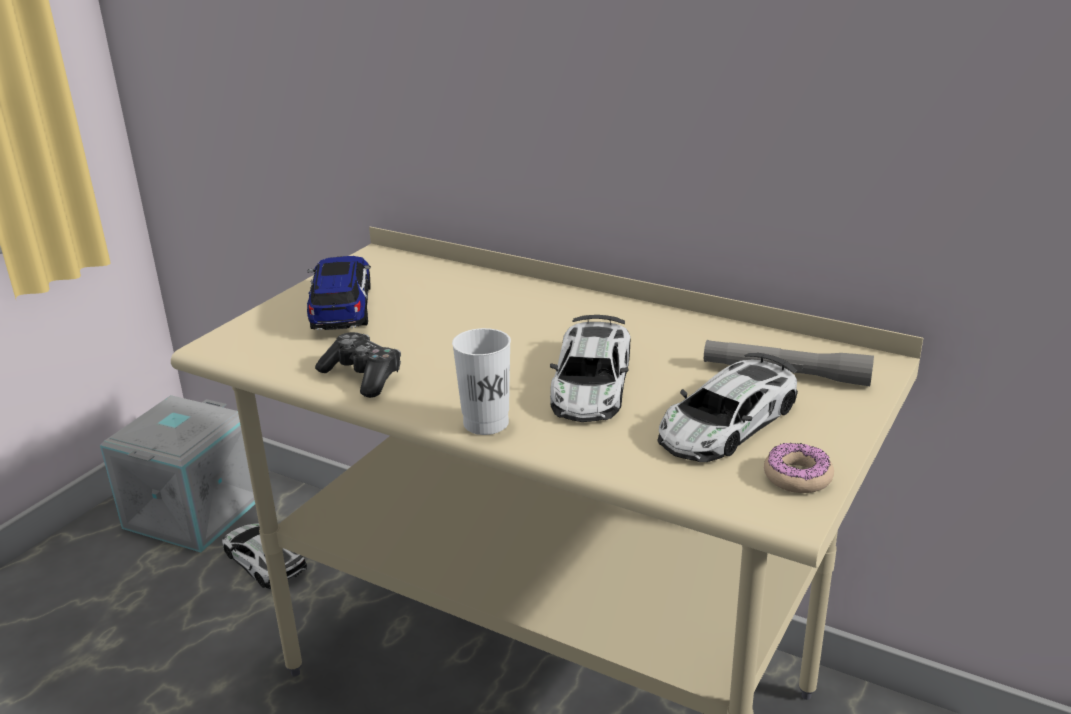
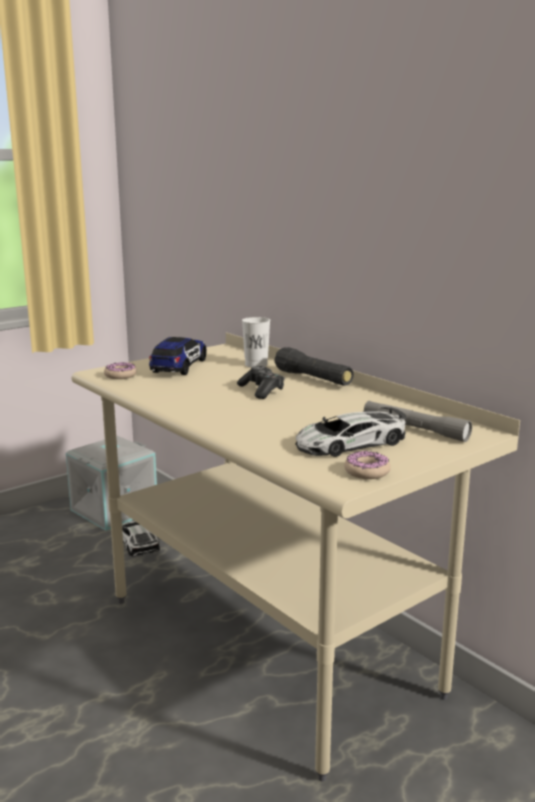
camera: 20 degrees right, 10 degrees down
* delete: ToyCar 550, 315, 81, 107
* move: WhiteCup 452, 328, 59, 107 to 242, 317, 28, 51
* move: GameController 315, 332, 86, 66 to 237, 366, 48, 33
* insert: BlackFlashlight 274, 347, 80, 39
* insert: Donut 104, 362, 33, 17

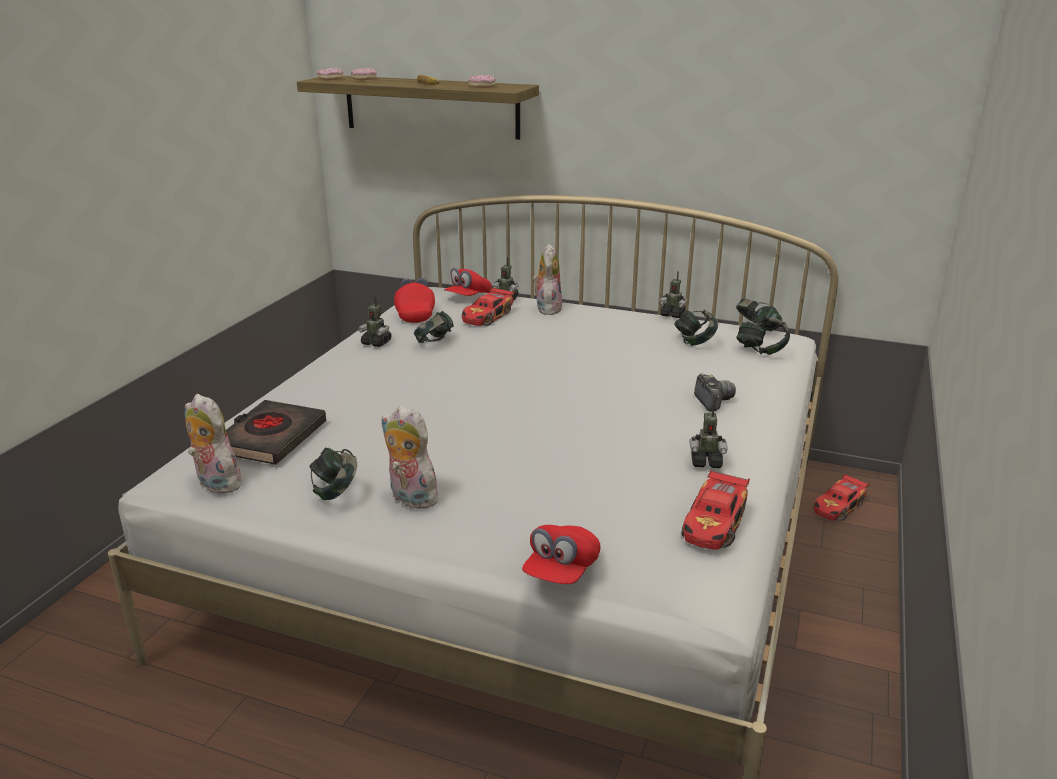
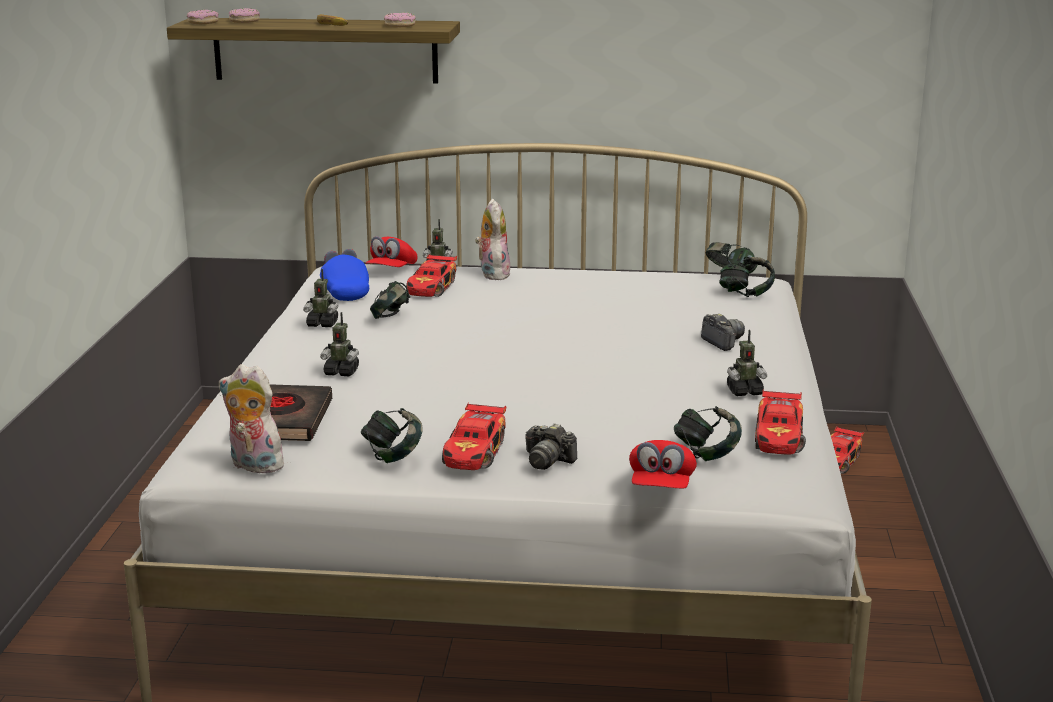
camera: 15 degrees left, 5 degrees down
* move: ToyRobot 659, 271, 28, 47 to 320, 312, 39, 64
* recolor: RedCap 394, 278, 41, 45 to BlueCap 320, 249, 49, 52
* move: Headphones 674, 310, 44, 36 to 674, 406, 68, 55
* replace: PlushToy 381, 405, 59, 104 to ToyCar 442, 402, 64, 68
* insert: PhotoCamera 525, 423, 52, 47

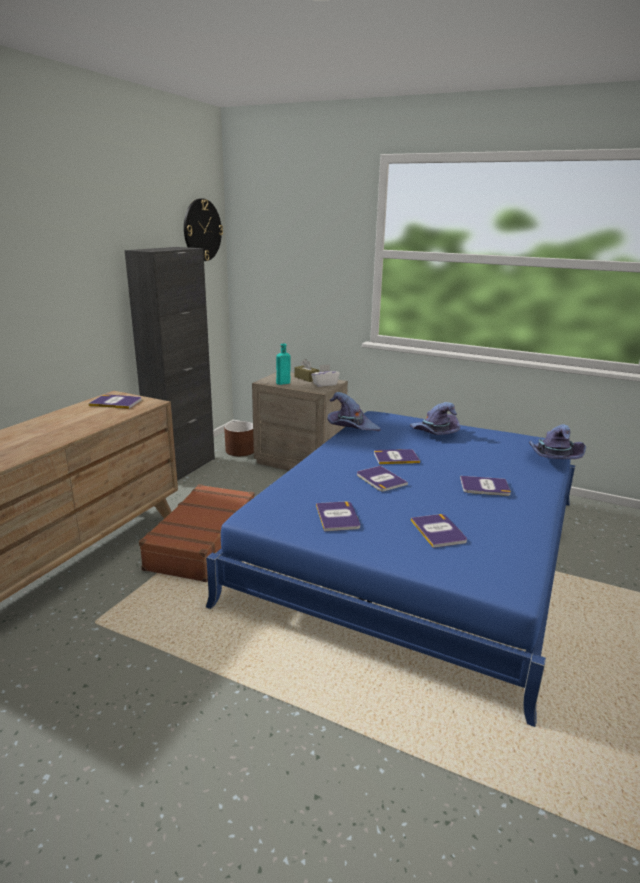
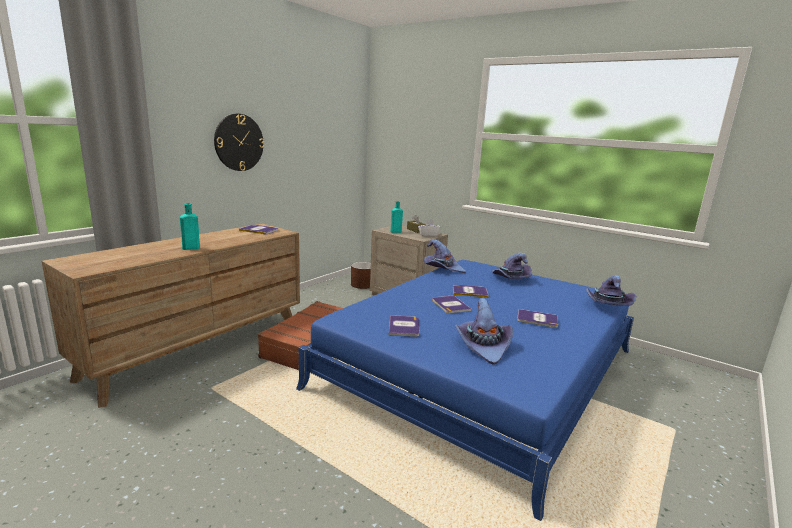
camera: 10 degrees right, 5 degrees down
* move: WallClock 184, 199, 39, 62 to 214, 114, 50, 57
* delete: BlackCabinet 125, 247, 90, 234
* replace: Book 411, 514, 56, 34 to PurpleHat 455, 298, 58, 67
* insert: TurquoiseBottle 180, 203, 20, 47

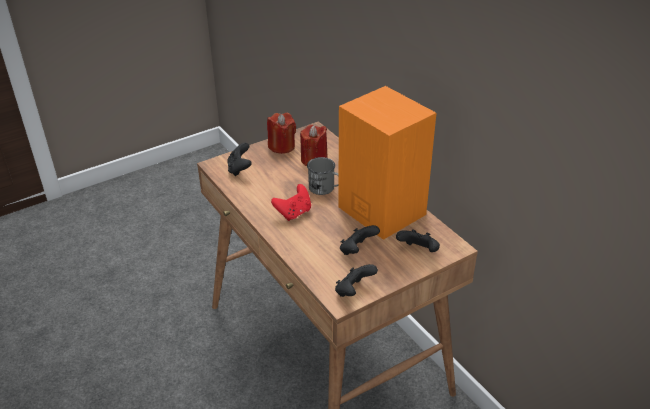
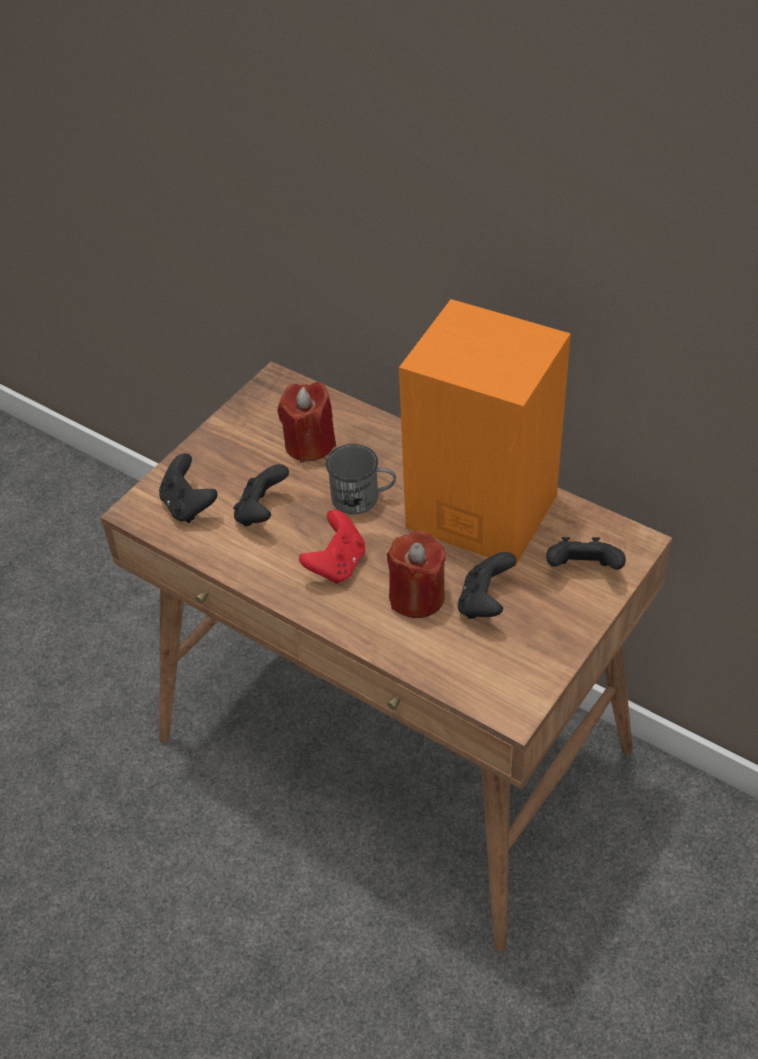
camera: 20 degrees left, 10 degrees up
* move: RedCandle 267, 113, 29, 41 to 387, 531, 59, 87
* move: BlackGameController 335, 264, 43, 33 to 233, 464, 56, 62

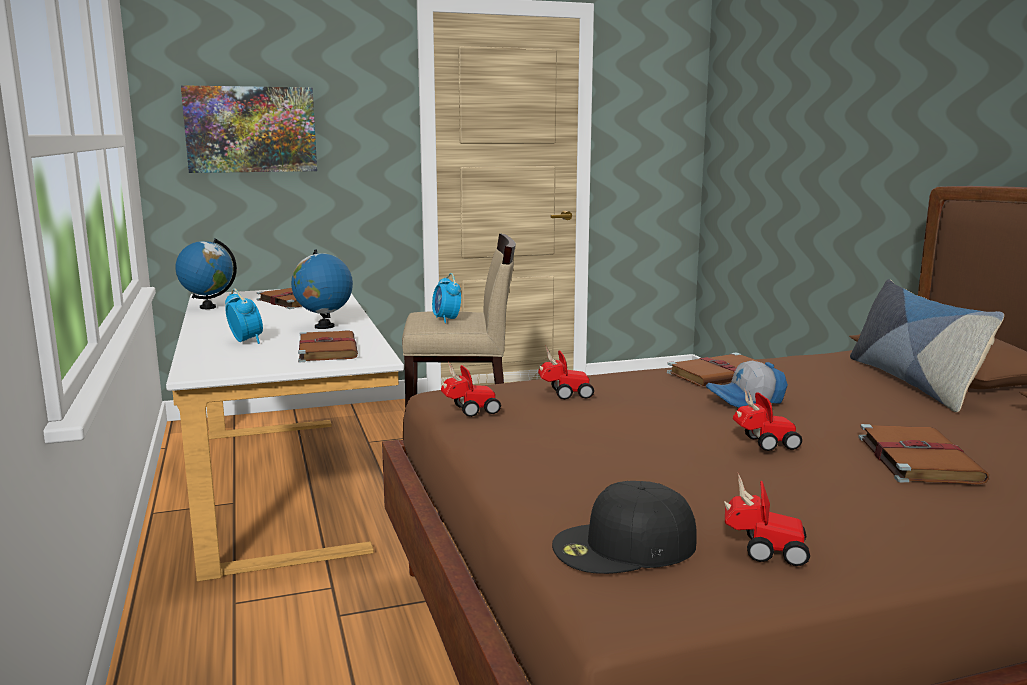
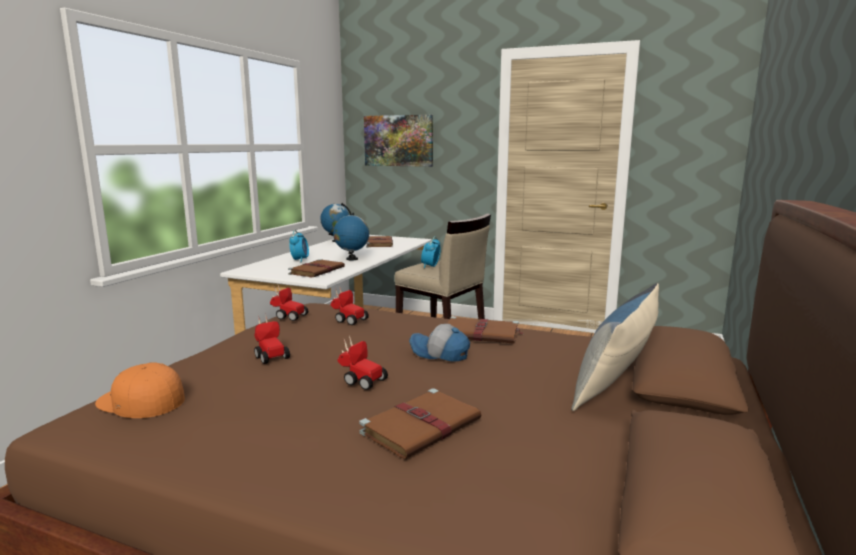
camera: 40 degrees right, 0 degrees up
* move: ToyCar 724, 473, 86, 93 to 254, 316, 36, 48
* recolor: BlackCap 552, 481, 145, 93 to OrangeCap 95, 363, 90, 55

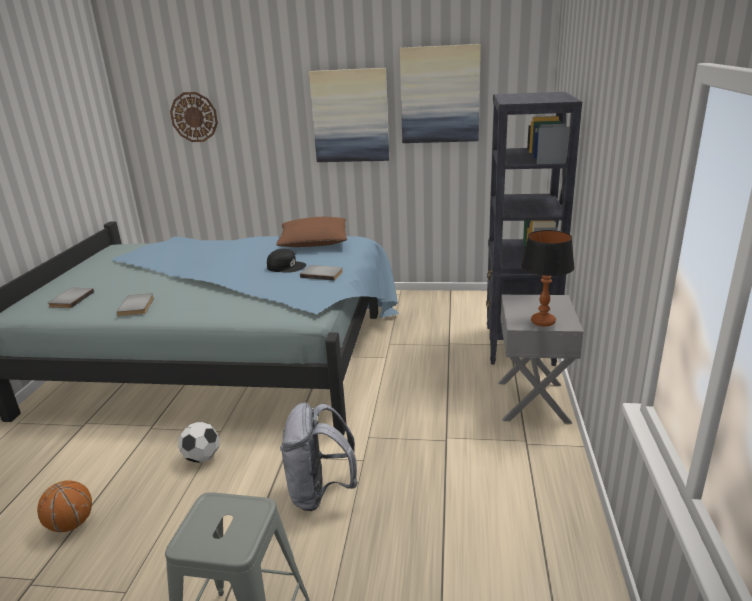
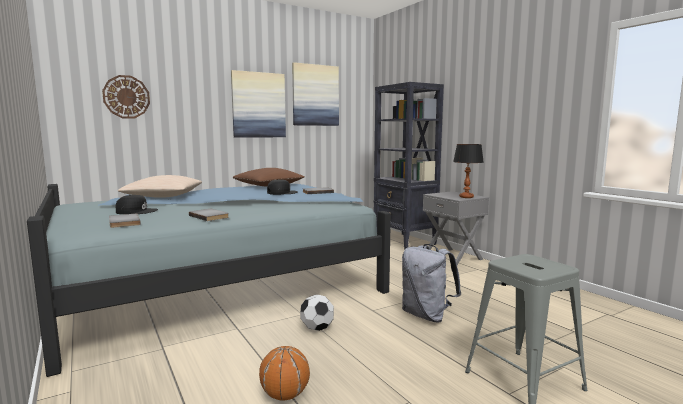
camera: 40 degrees left, 15 degrees down
* insert: BeigePillow 118, 175, 84, 23
* insert: BlackCap 115, 195, 43, 19

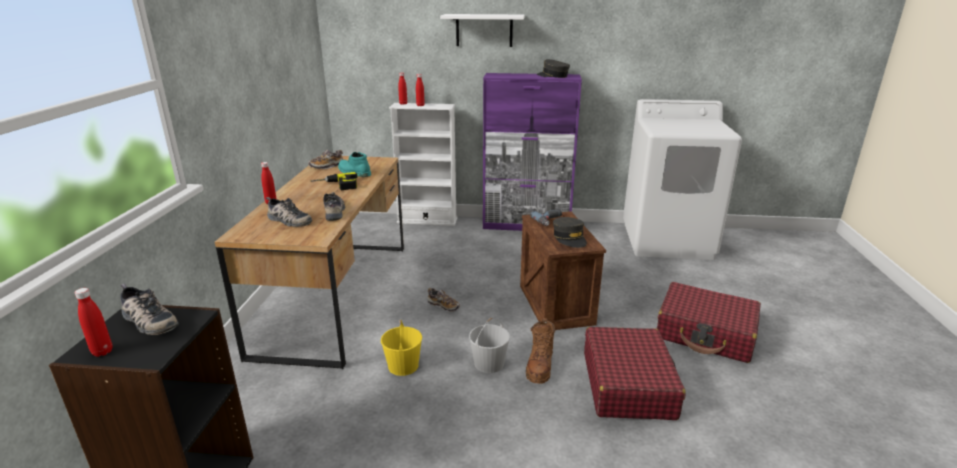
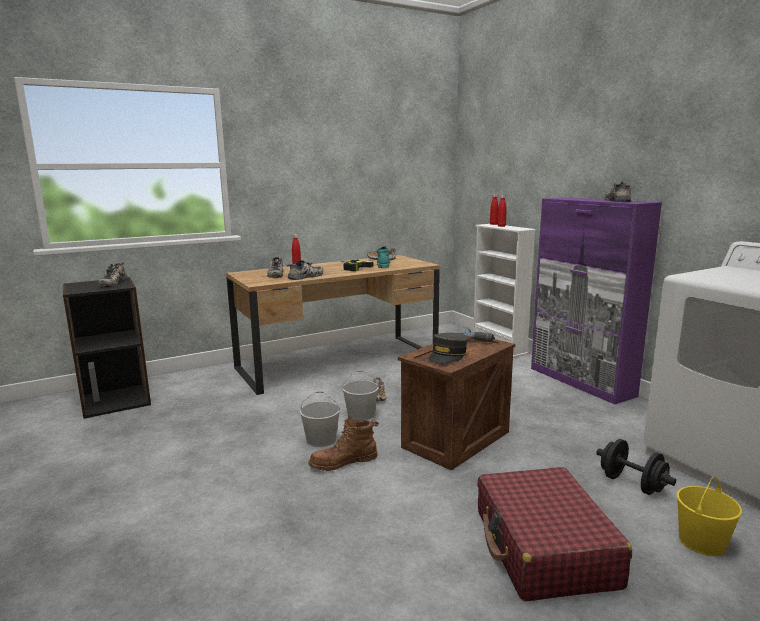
camera: 55 degrees right, 10 degrees down
* delete: WhiteShelf 440, 14, 85, 33
* replace: GreyCap 537, 59, 33, 19 to Shoe 605, 182, 26, 20
* delete: RedBottle 74, 288, 39, 69
* move: YellowBucket 381, 319, 41, 57 to 677, 476, 65, 80
* delete: RedSuitcase 584, 327, 102, 93
* insert: WhiteBucket 342, 370, 37, 50
* insert: BlackDumbbell 596, 439, 80, 56

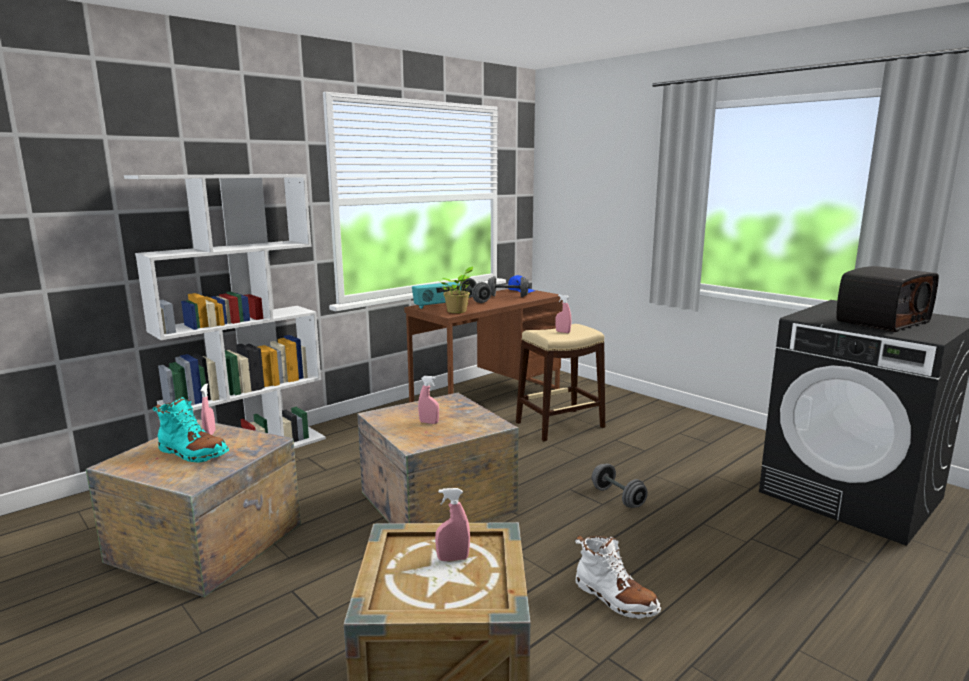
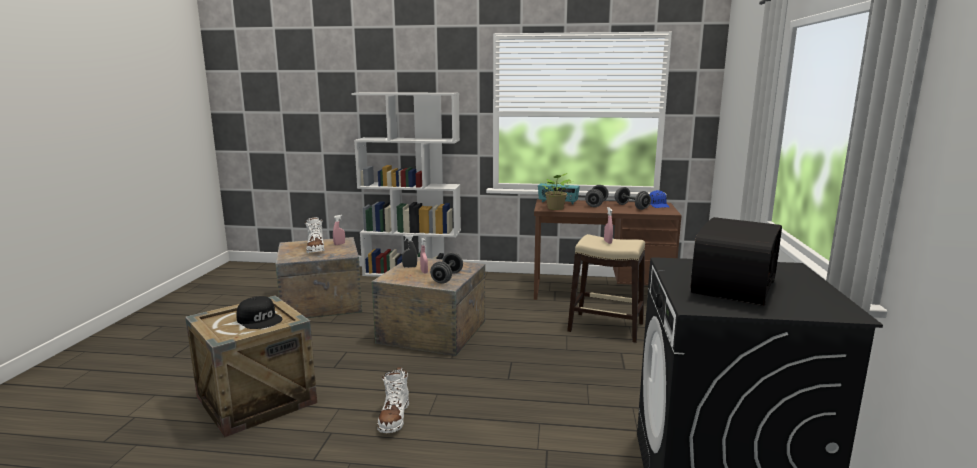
camera: 50 degrees right, 0 degrees up
* rotate: Radio 836, 266, 103, 66 = 690, 217, 92, 89 75 degrees counterclockwise
* recolor: TurquoiseBoot 153, 397, 76, 65 to WhiteBoot 305, 217, 20, 36
* move: GreyDumbbell 592, 463, 56, 45 to 430, 252, 33, 32
* replace: PinkSprayBottle 435, 488, 35, 73 to BlackCap 236, 296, 46, 33
* insert: GreySprayBottle 402, 234, 15, 34

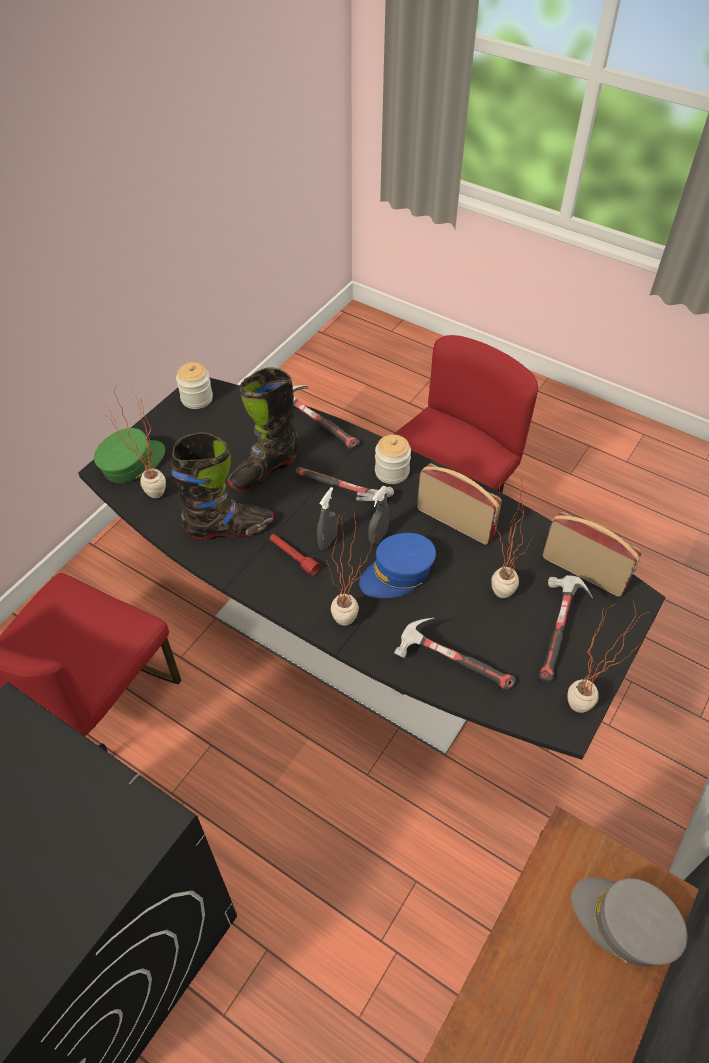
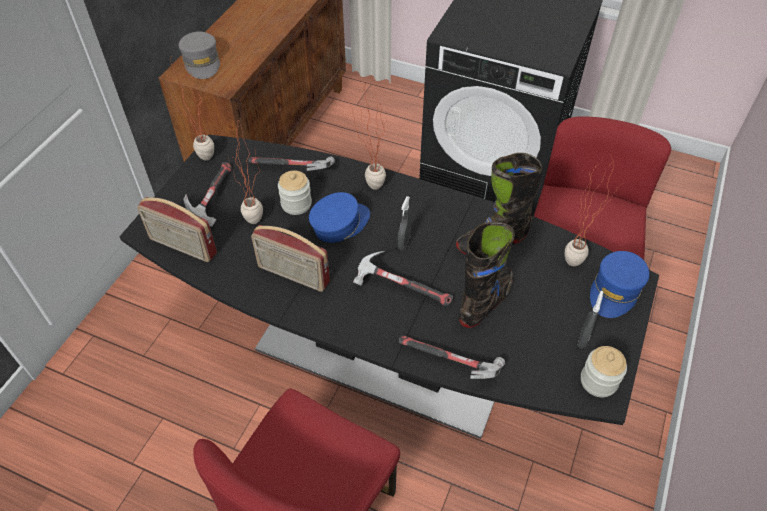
camera: 170 degrees right, 0 degrees up
* recolor: GreenCap 94, 428, 71, 55 to BlueCap 590, 251, 60, 67
* move: Jar 375, 434, 36, 50 to 278, 170, 34, 45
* move: GreySprayBottle 368, 486, 21, 59 to 578, 291, 25, 58
* delete: RedFlashlight 269, 534, 52, 42
* rotate: GreyCap 571, 877, 117, 89 = 179, 32, 41, 47 45 degrees clockwise

